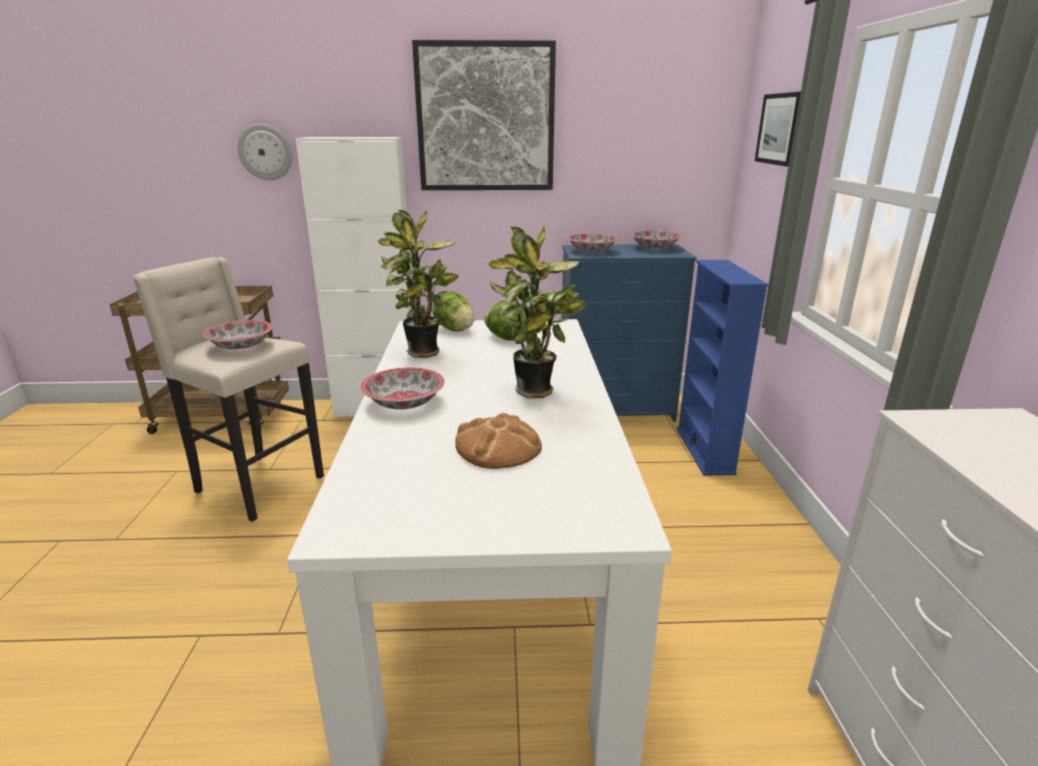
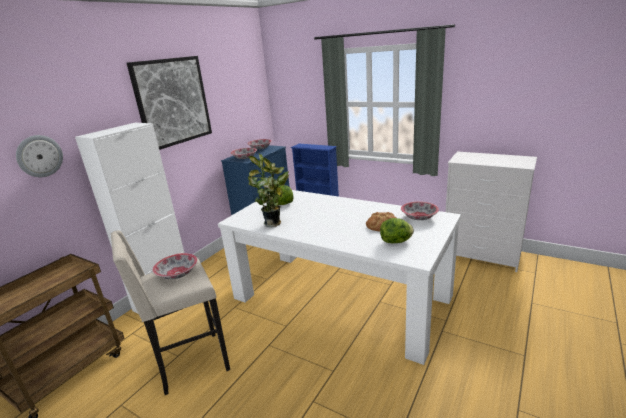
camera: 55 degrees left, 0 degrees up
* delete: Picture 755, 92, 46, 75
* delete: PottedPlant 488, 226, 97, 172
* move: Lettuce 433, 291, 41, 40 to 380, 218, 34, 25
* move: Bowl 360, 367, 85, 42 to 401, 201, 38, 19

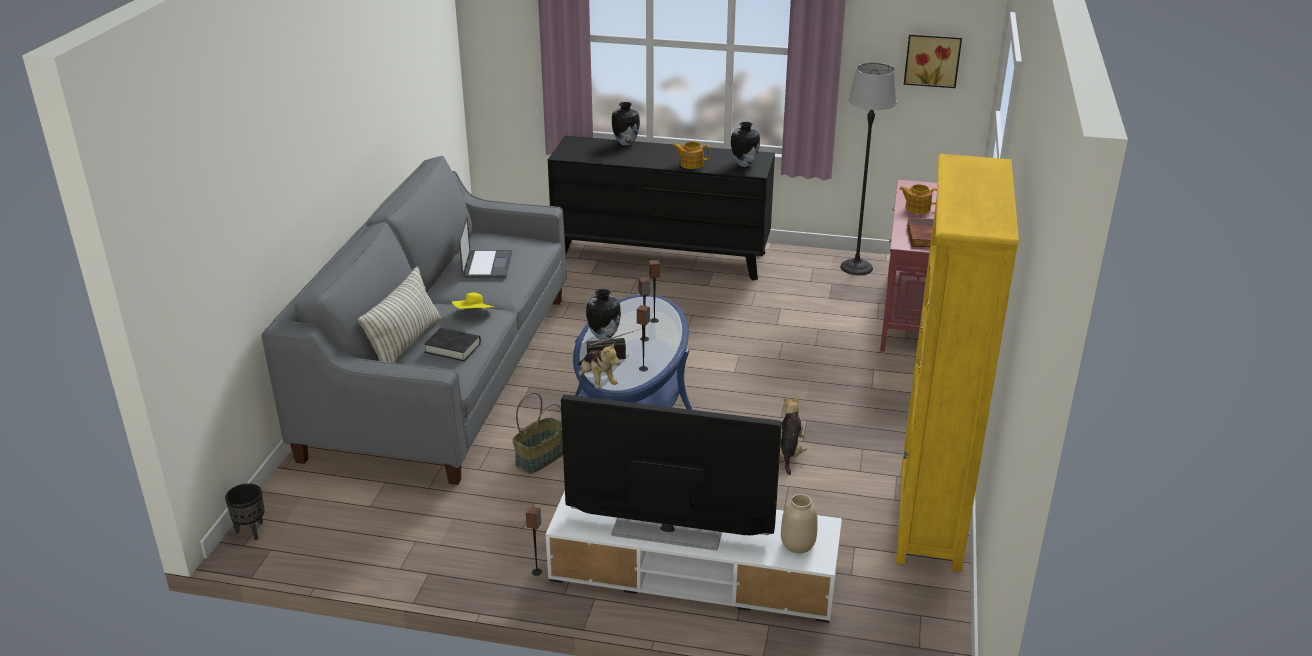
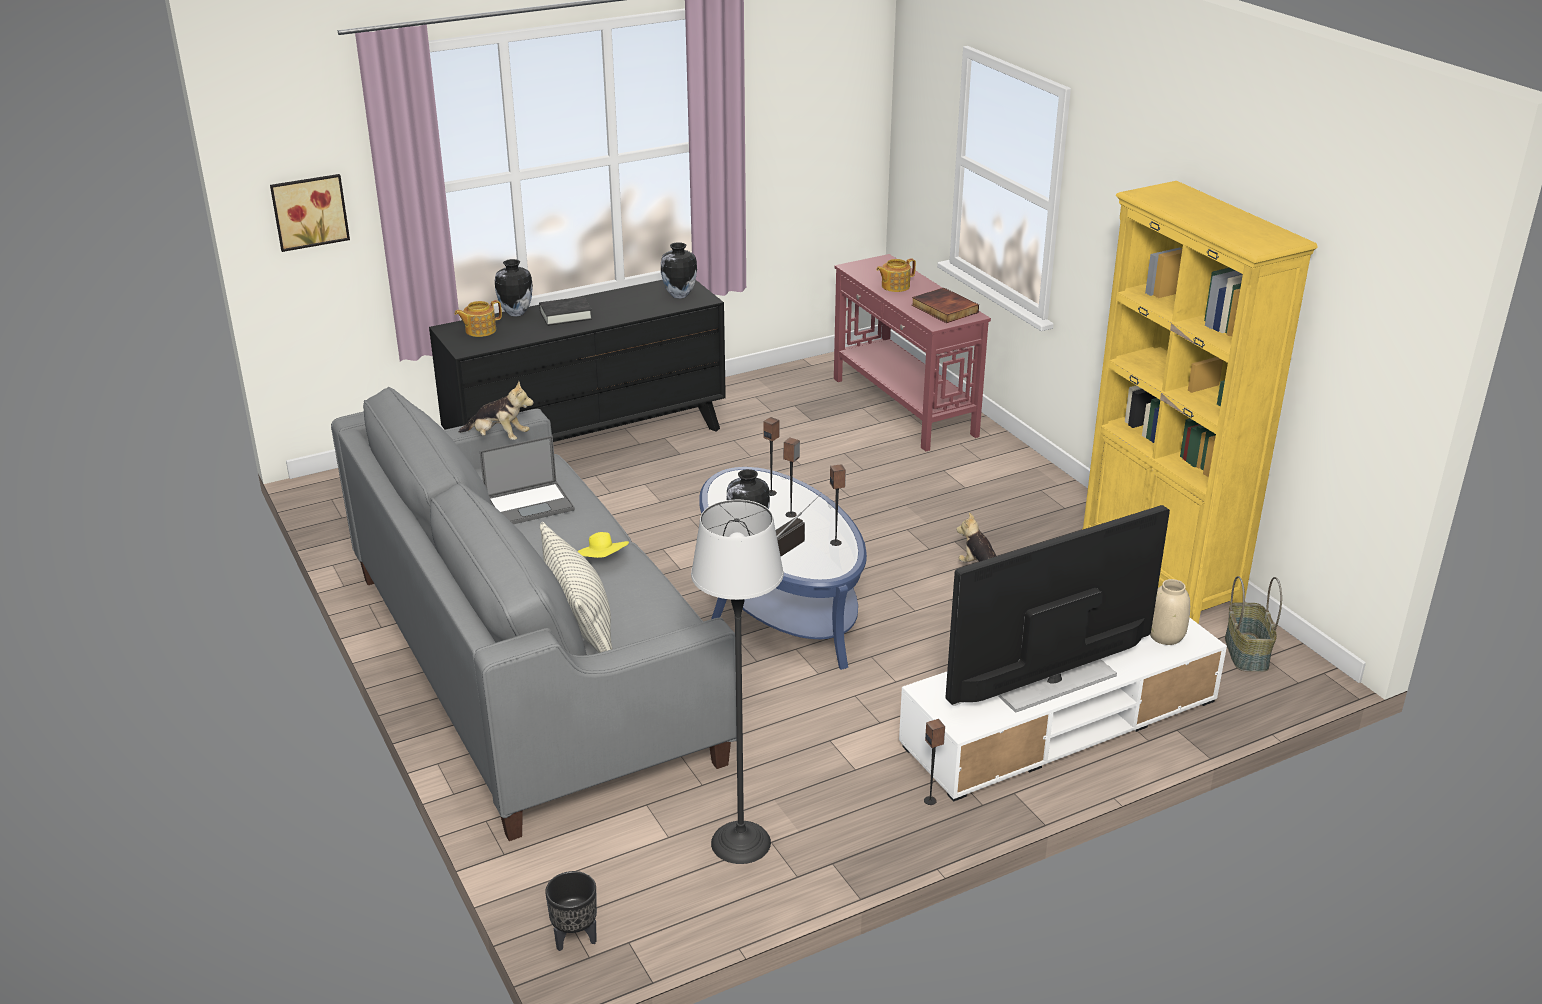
camera: 40 degrees left, 0 degrees up
* move: Picture 904, 34, 58, 54 to 270, 174, 80, 78
* move: FloorLamp 840, 63, 57, 212 to 691, 500, 93, 364
* move: Teapot 673, 142, 37, 27 to 455, 300, 47, 37
* rotate: Laptop 459, 216, 53, 62 = 480, 436, 95, 88 105 degrees clockwise
* move: BlackBook 424, 328, 57, 33 to 539, 297, 53, 29
* move: PlushToy 577, 341, 43, 47 to 459, 381, 75, 59
* move: Basket 512, 392, 51, 82 to 1225, 576, 57, 96

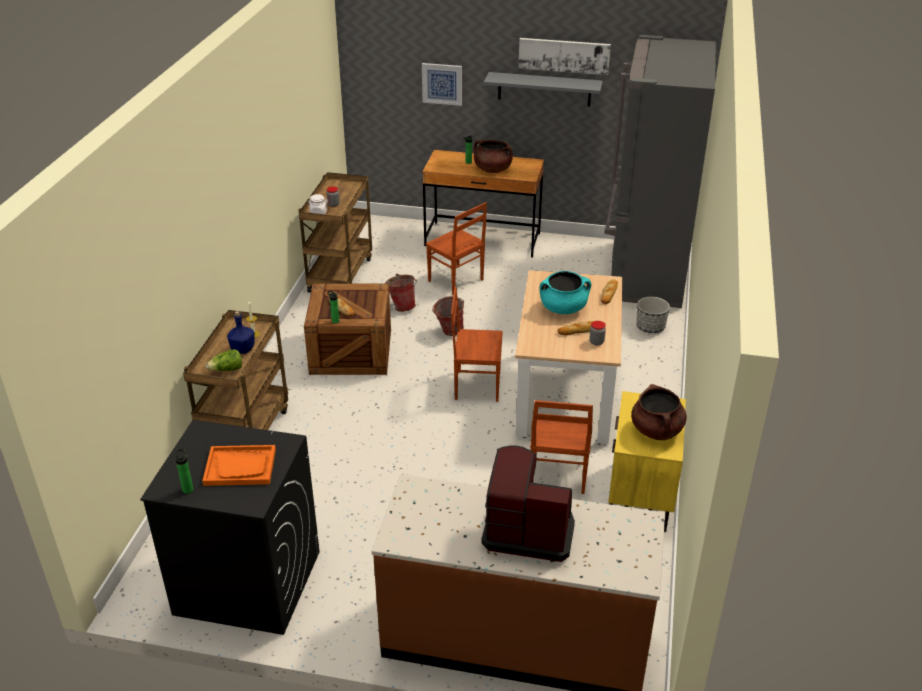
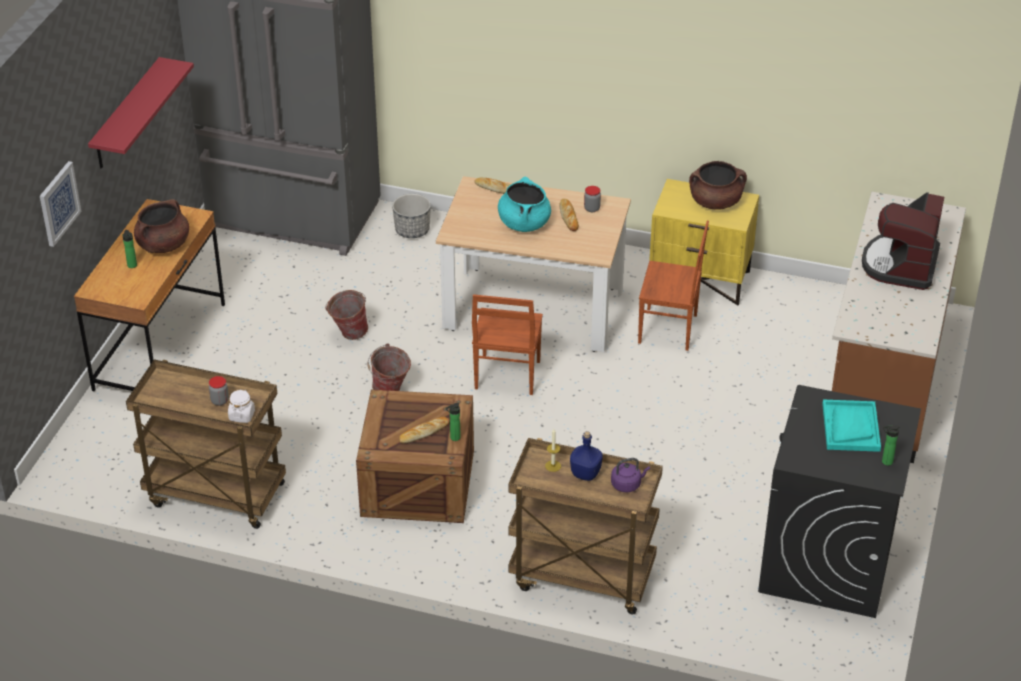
camera: 85 degrees left, 5 degrees up
* delete: Picture 518, 38, 93, 37
* recolor: GreyShelf 484, 72, 119, 35 to RedShelf 88, 57, 106, 112
* delete: BrownChair 426, 202, 61, 93
* move: Bucket 385, 274, 32, 38 to 325, 290, 43, 50
* replace: Lettuce 206, 349, 36, 22 to PurpleKettle 611, 458, 39, 35
* recolor: OrangeTray 202, 445, 74, 41 to TurquoiseTray 822, 400, 59, 52

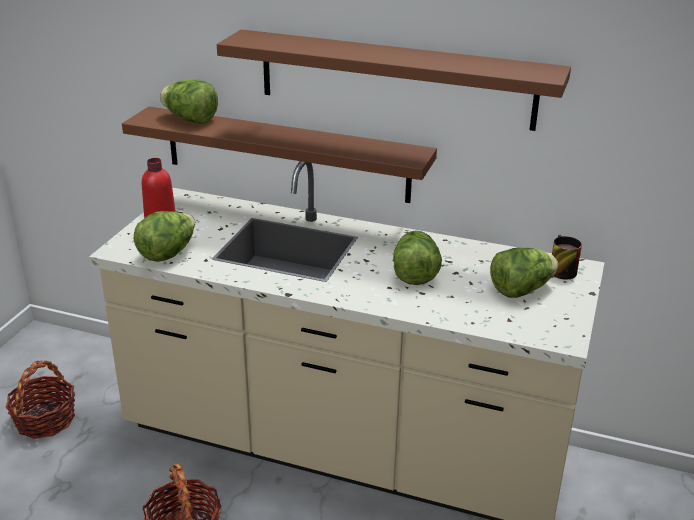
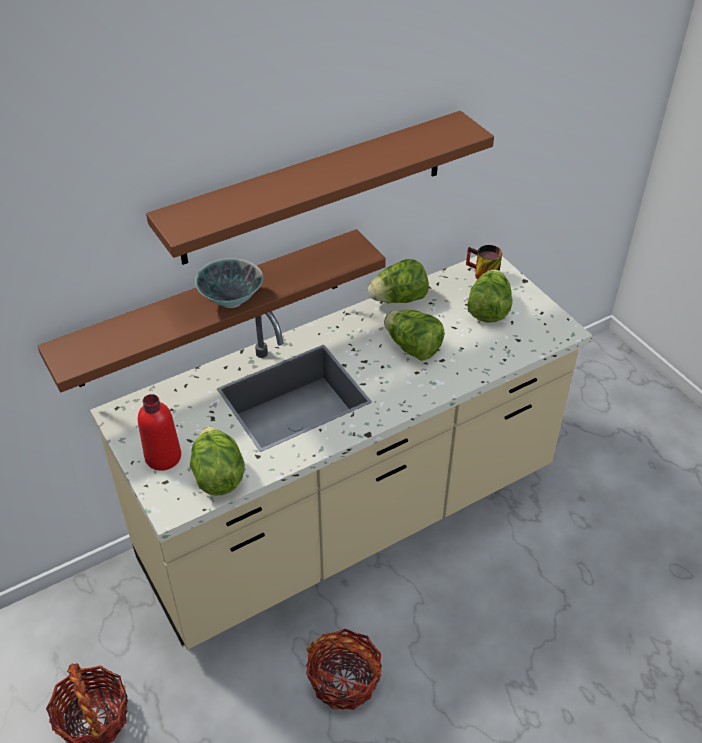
camera: 50 degrees left, 15 degrees up
* move: Lettuce 160, 80, 58, 44 to 368, 259, 61, 44
* insert: Bowl 195, 258, 68, 50

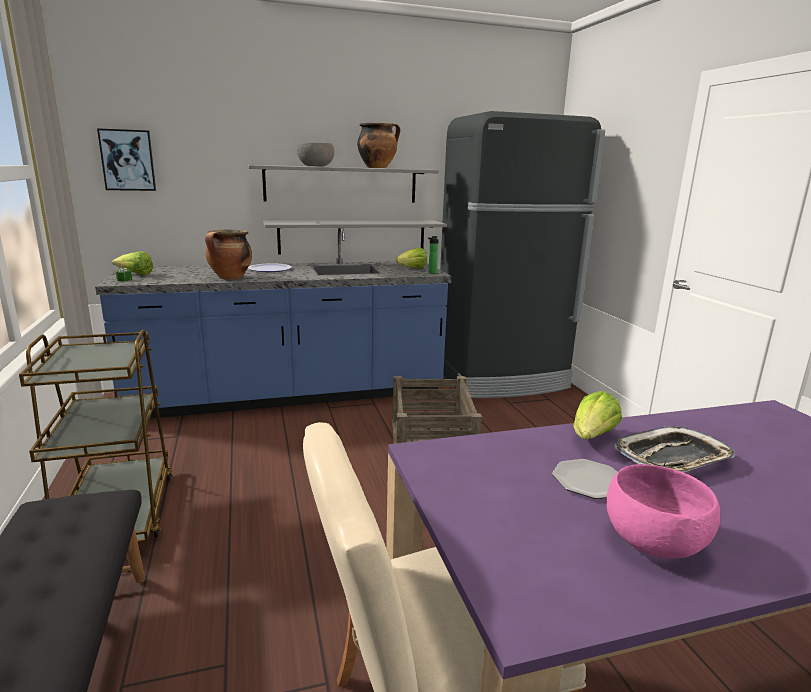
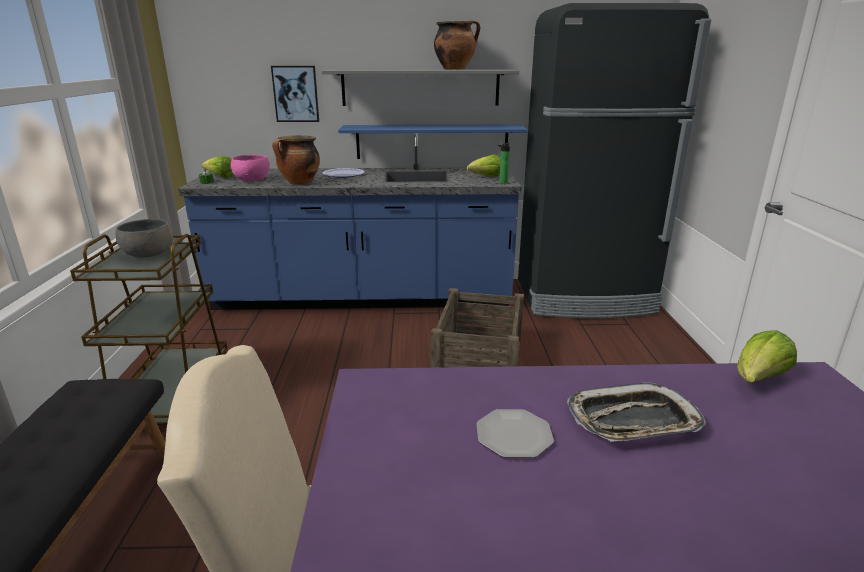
camera: 15 degrees right, 5 degrees up
* move: Picture 97, 128, 59, 63 to 271, 66, 48, 56
* move: GreyBowl 297, 142, 37, 24 to 116, 219, 57, 39
* recolor: GreyShelf 264, 221, 183, 34 to BlueShelf 338, 124, 190, 35
* move: Lettuce 573, 391, 49, 49 to 737, 330, 60, 53
* move: PinkBowl 606, 464, 115, 94 to 231, 155, 39, 26

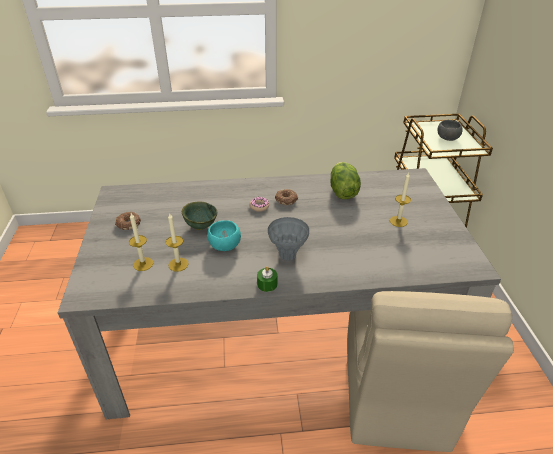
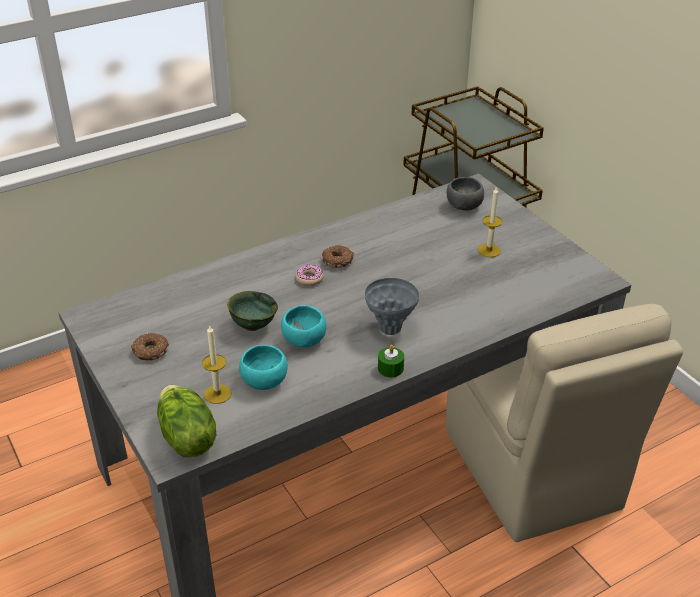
camera: 25 degrees left, 0 degrees up
* move: GreyBowl 437, 120, 26, 21 to 446, 177, 38, 34
* move: Lettuce 331, 162, 30, 37 to 157, 385, 59, 72
* replace: Candle 166, 213, 23, 59 to TurquoiseBowl 239, 345, 49, 45

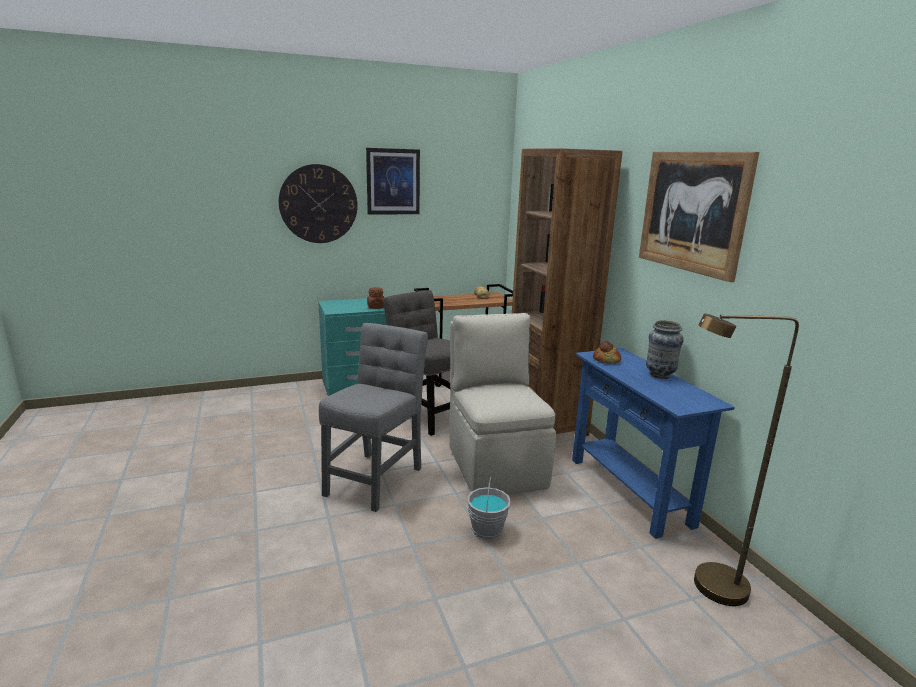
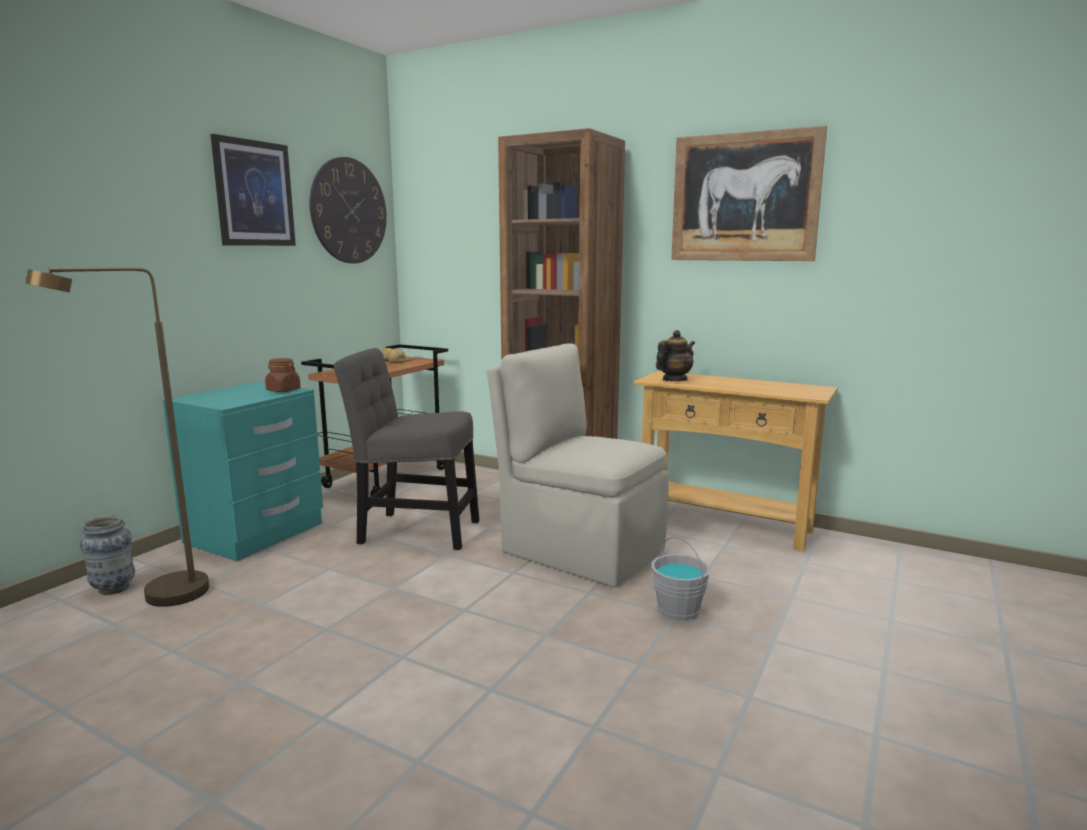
camera: 40 degrees left, 5 degrees down
* move: WallClock 279, 164, 79, 79 to 310, 157, 77, 107
* move: BrownFloorLamp 694, 314, 105, 292 to 25, 267, 184, 340
* move: Vase 646, 320, 38, 59 to 80, 515, 55, 80
* delete: GreyChair 319, 323, 109, 189
* replace: Bread 593, 341, 28, 23 to Teapot 656, 330, 39, 51
* recolor: BlueConsoleTable 572, 348, 163, 191 to BeigeConsoleTable 634, 371, 204, 180

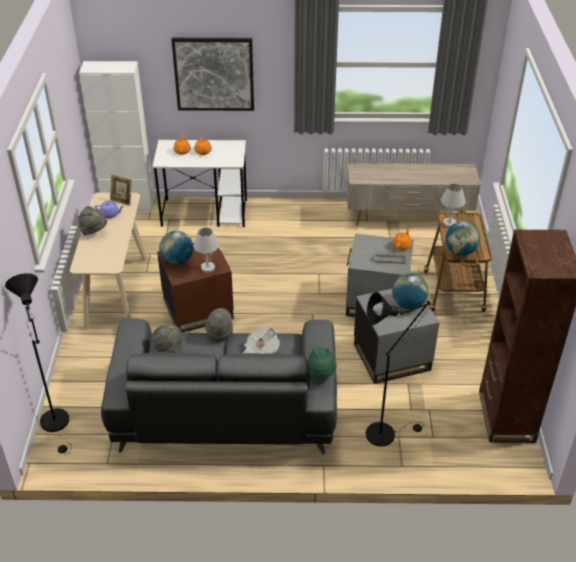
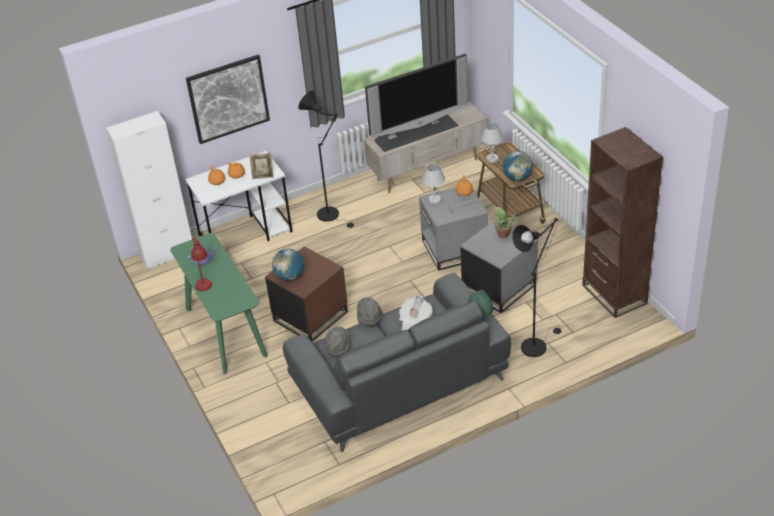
camera: 25 degrees left, 0 degrees up
* move: PictureFrame 110, 174, 22, 32 to 249, 153, 25, 26
* recolor: BeigeConsoleTable 70, 193, 78, 137 to GreenConsoleTable 170, 233, 98, 141
* replace: GreyHat 78, 206, 29, 30 to RedTableLamp 191, 238, 21, 53
* move: WhiteTableLamp 193, 228, 26, 45 to 422, 164, 23, 40
* move: BlackFloorLamp 5, 273, 67, 181 to 298, 91, 58, 137
* replace: Globe 392, 273, 36, 36 to PottedPlant 494, 207, 22, 31
* insert: Television 365, 54, 103, 98

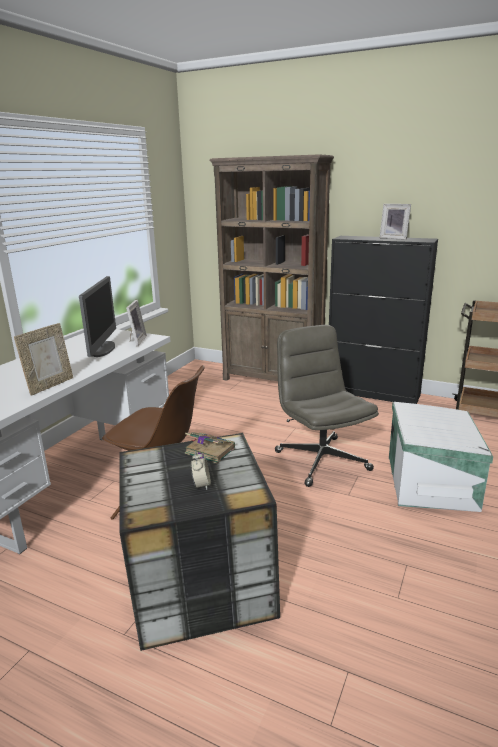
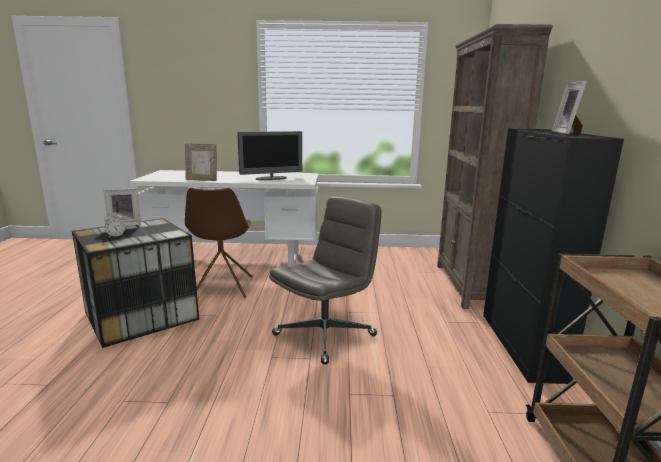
camera: 65 degrees right, 5 degrees down
* move: PictureFrame 126, 300, 21, 47 to 104, 188, 37, 38
* delete: WhiteStorageBox 389, 402, 104, 110
* delete: Book 185, 433, 50, 31

